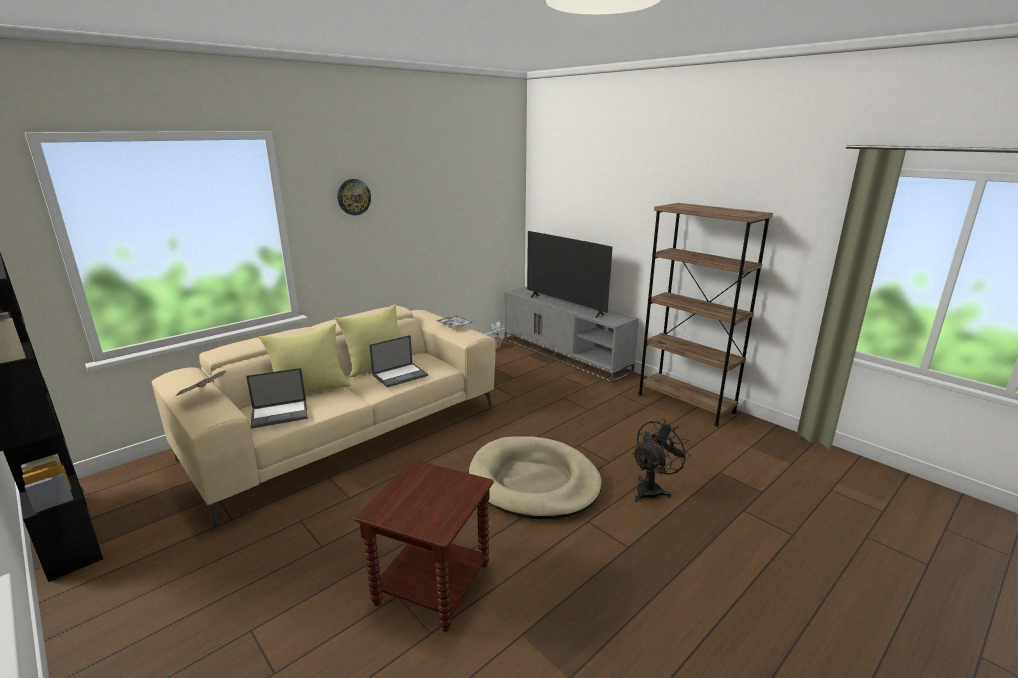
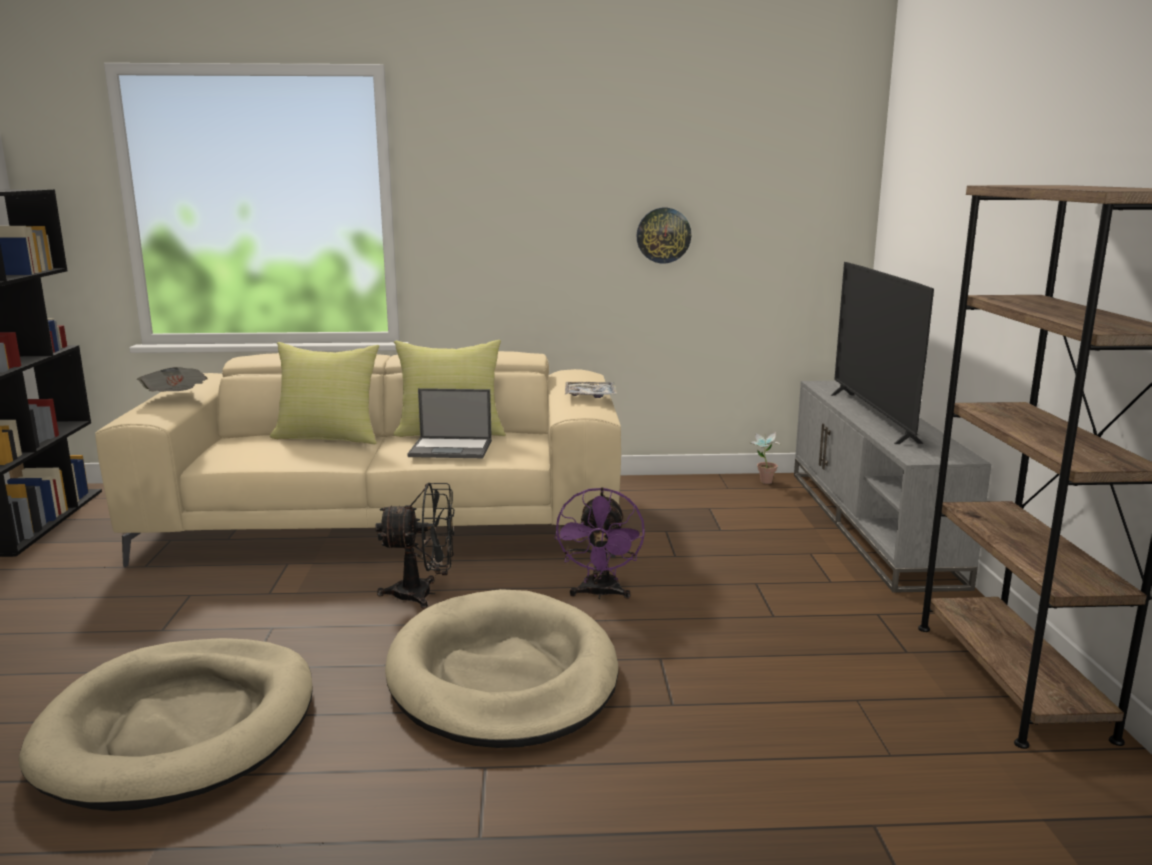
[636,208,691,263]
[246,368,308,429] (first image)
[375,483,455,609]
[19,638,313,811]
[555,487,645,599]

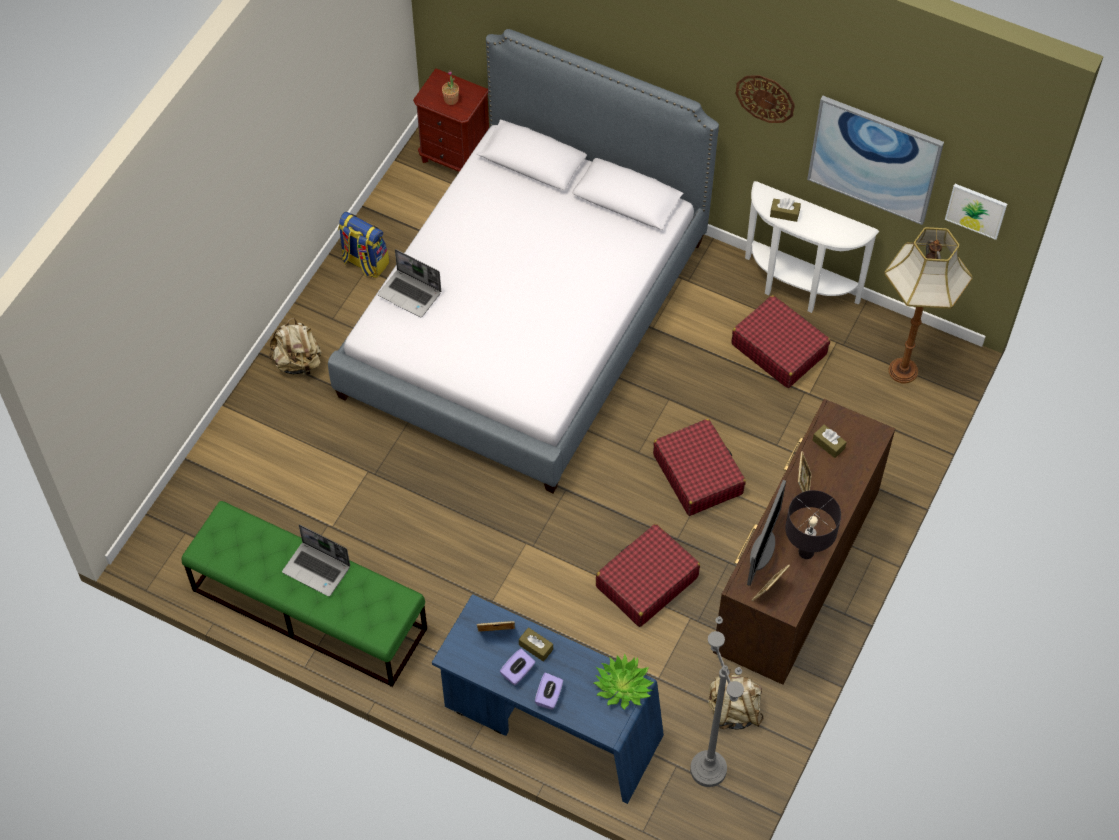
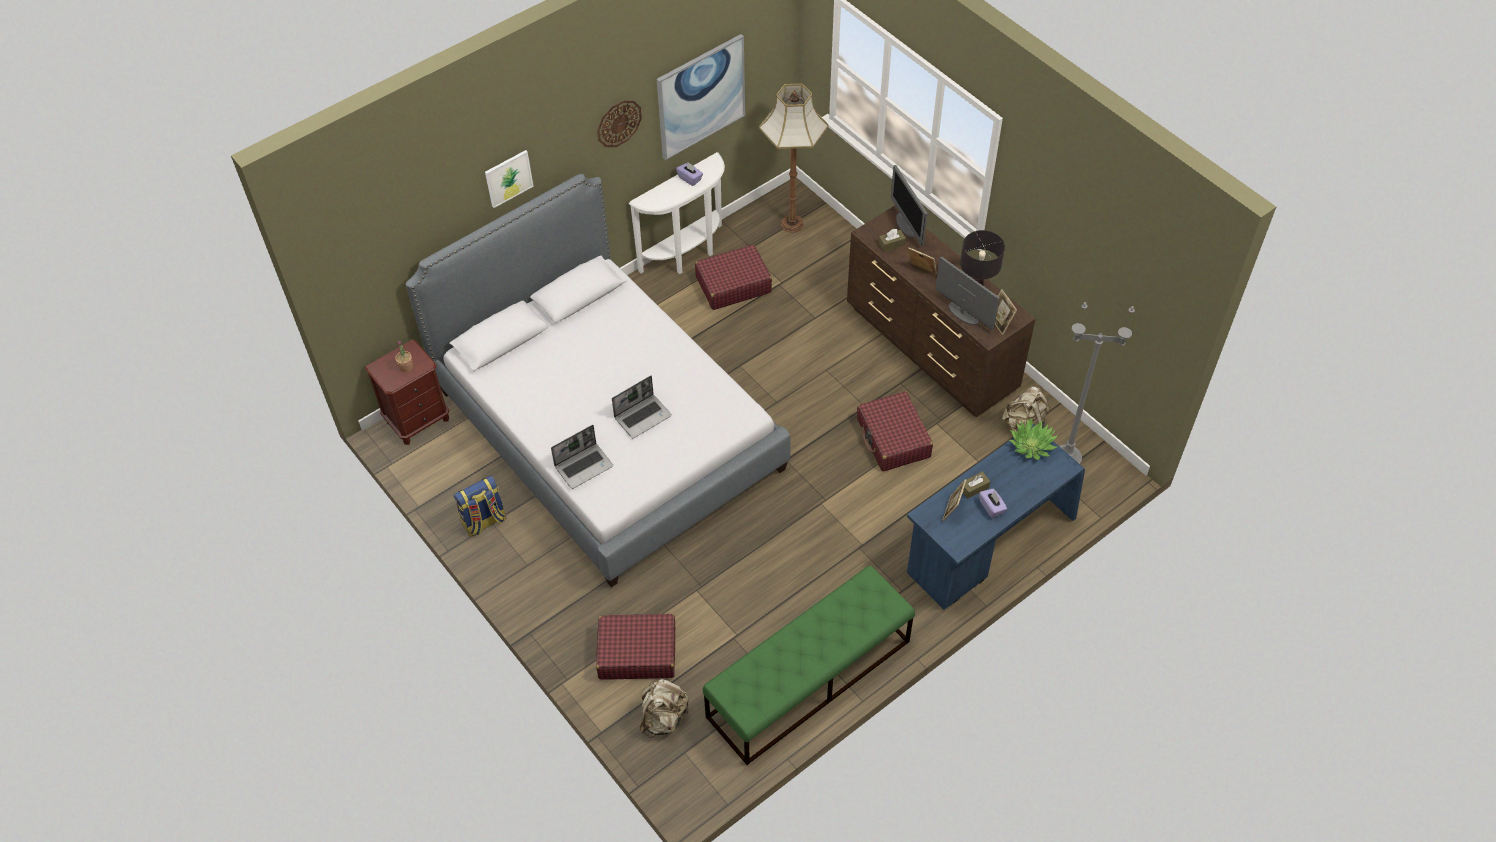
[485,150,534,208]
[770,198,801,222] (first image)
[640,679,689,738]
[596,614,675,680]
[612,376,672,438]
[676,162,703,186]
[891,165,928,246]

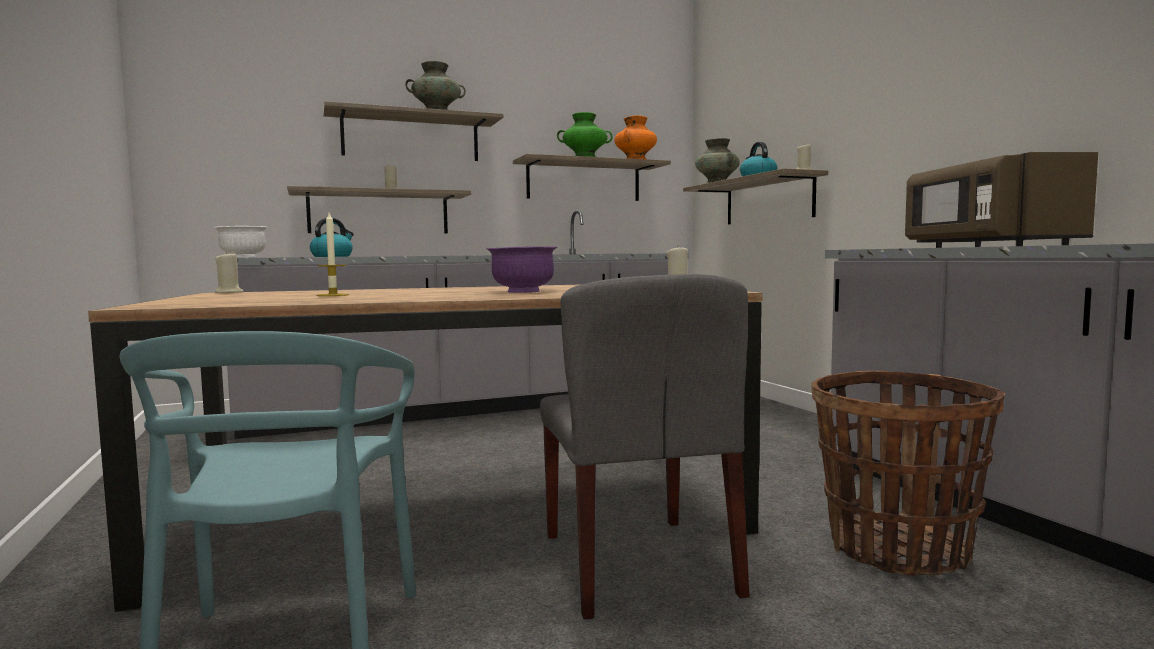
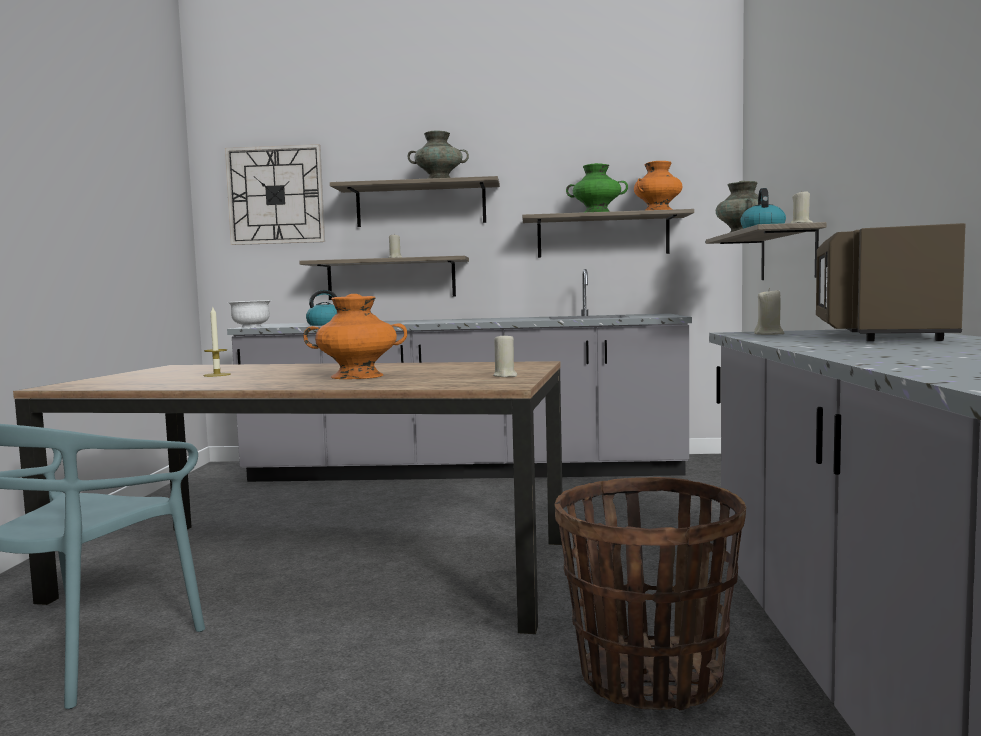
[303,294,407,379]
[754,288,784,335]
[540,274,749,620] (first image)
[225,144,325,245]

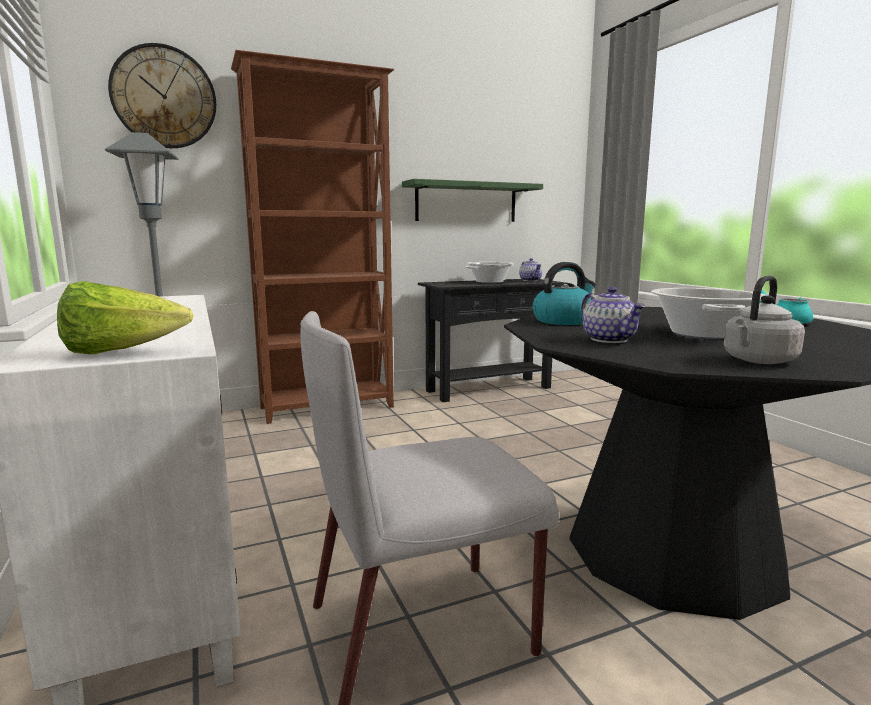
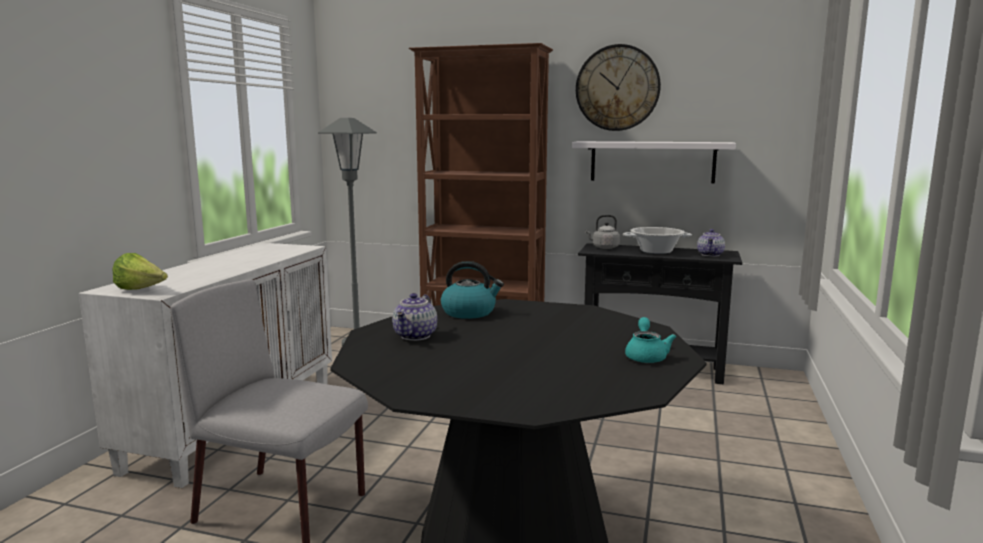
[576,44,661,131]
[572,141,736,183]
[585,215,620,249]
[651,288,768,339] (first image)

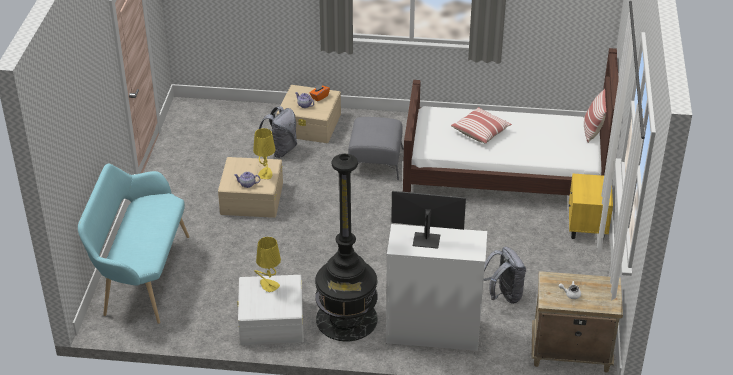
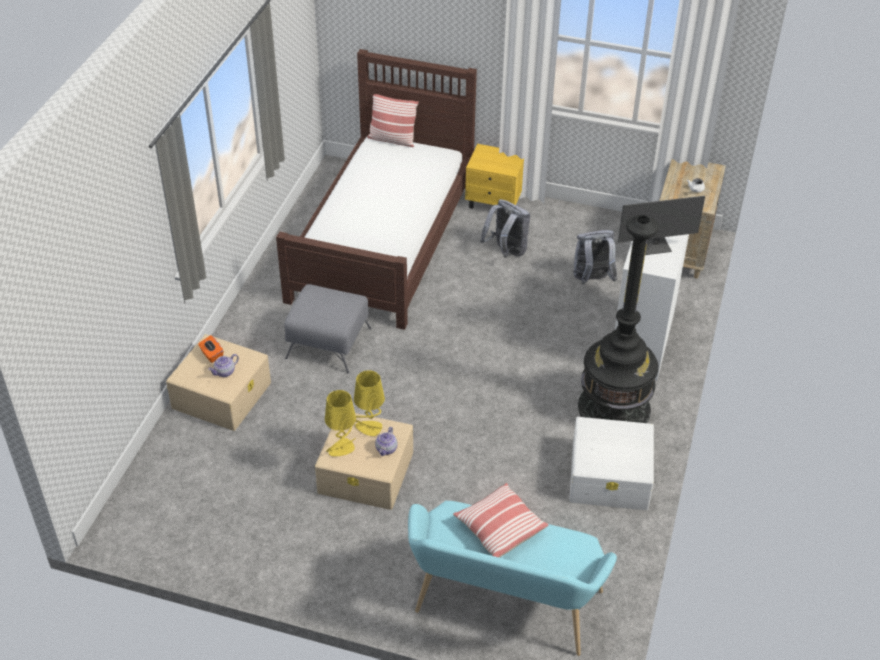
[480,199,530,257]
[453,483,548,558]
[618,196,705,255]
[325,390,356,456]

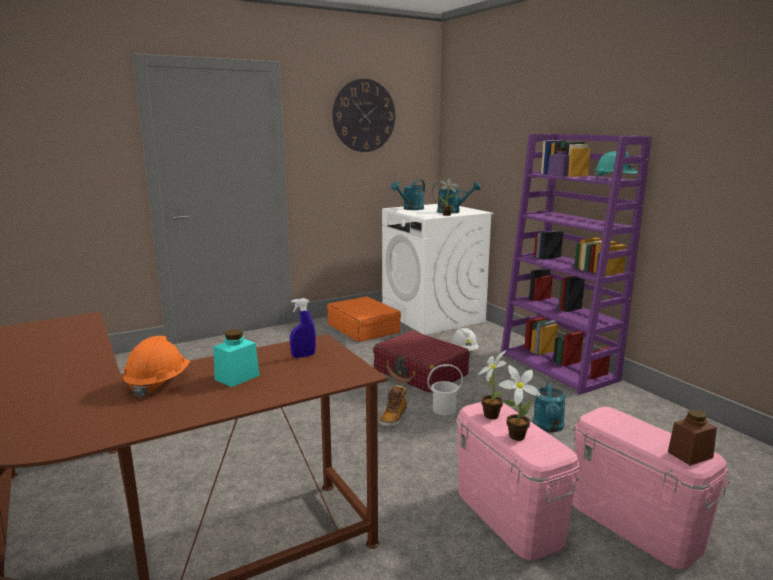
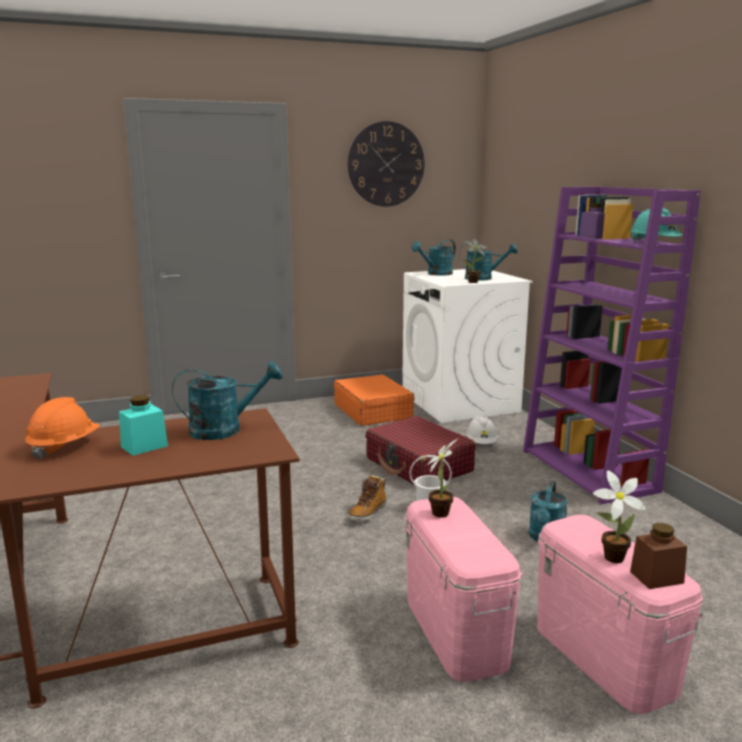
[172,361,283,440]
[592,470,646,563]

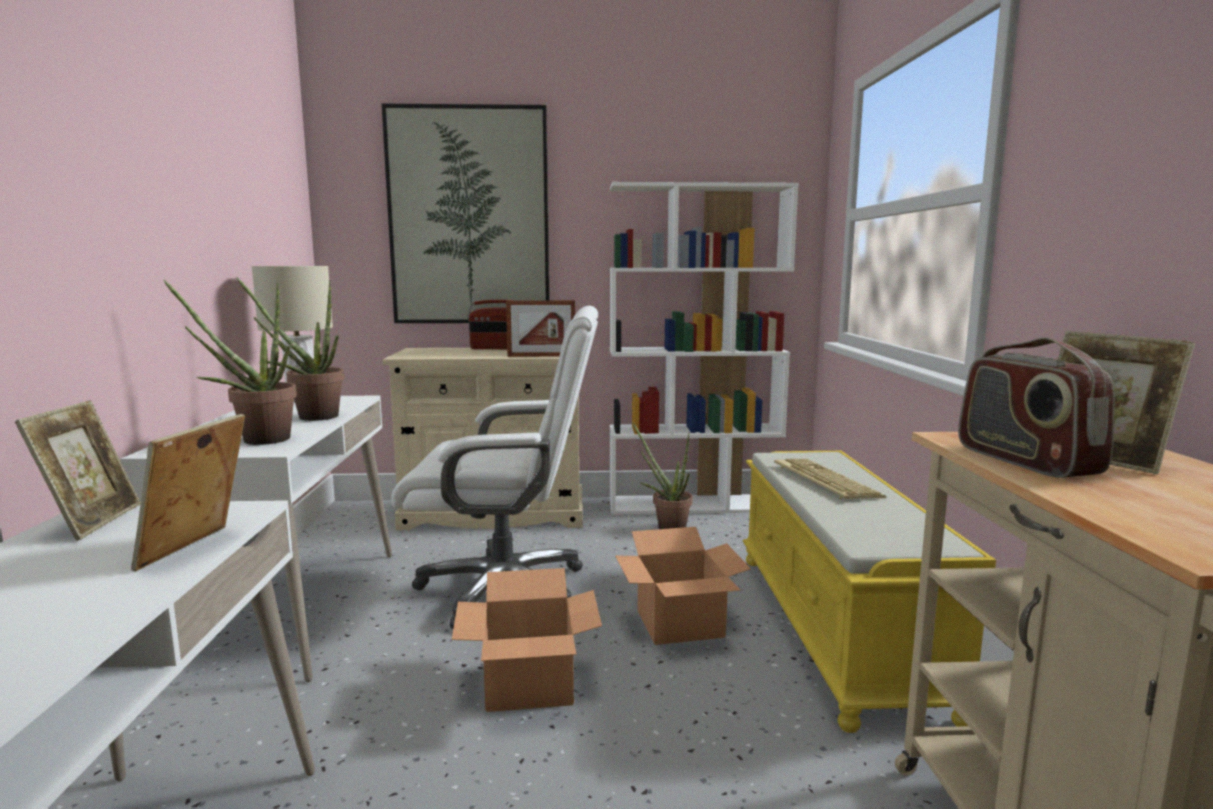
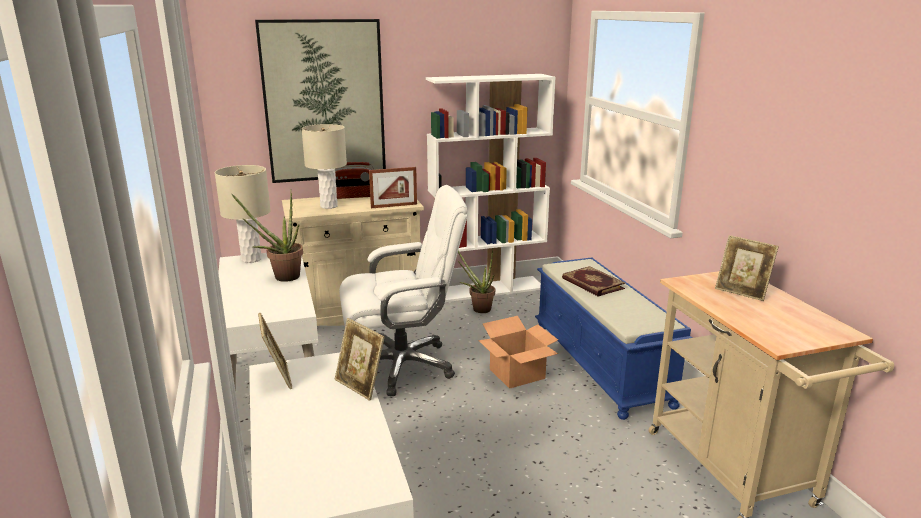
[163,280,297,445] (first image)
[958,338,1115,478] (first image)
[335,318,384,401]
[535,257,692,420]
[562,266,625,297]
[452,568,602,712] (first image)
[302,124,347,209]

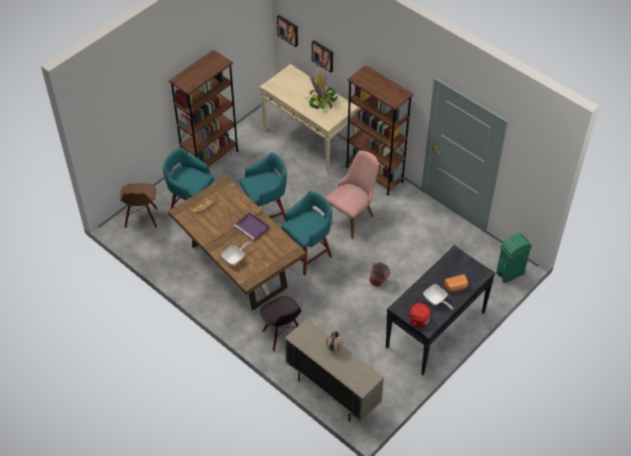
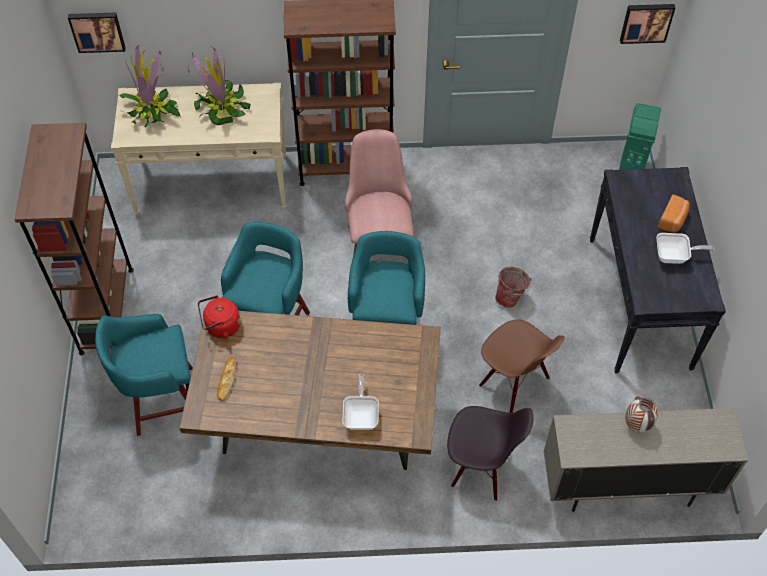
[620,4,675,44]
[479,319,565,413]
[234,212,269,241] (first image)
[198,295,241,339]
[119,45,180,127]

